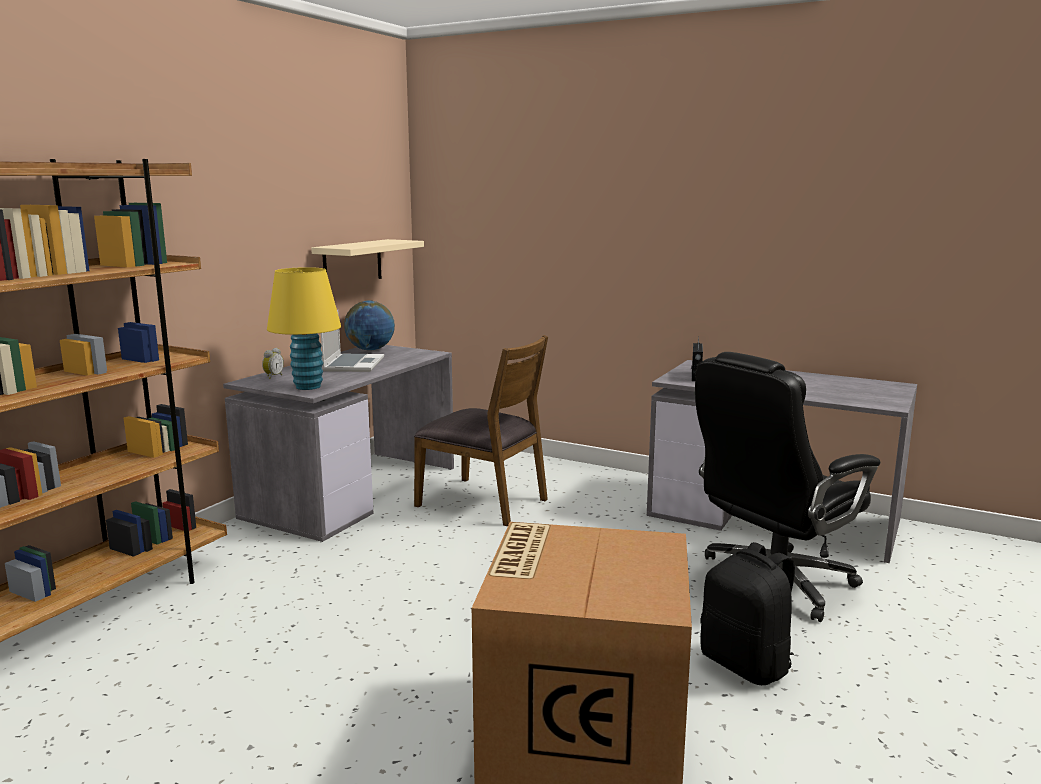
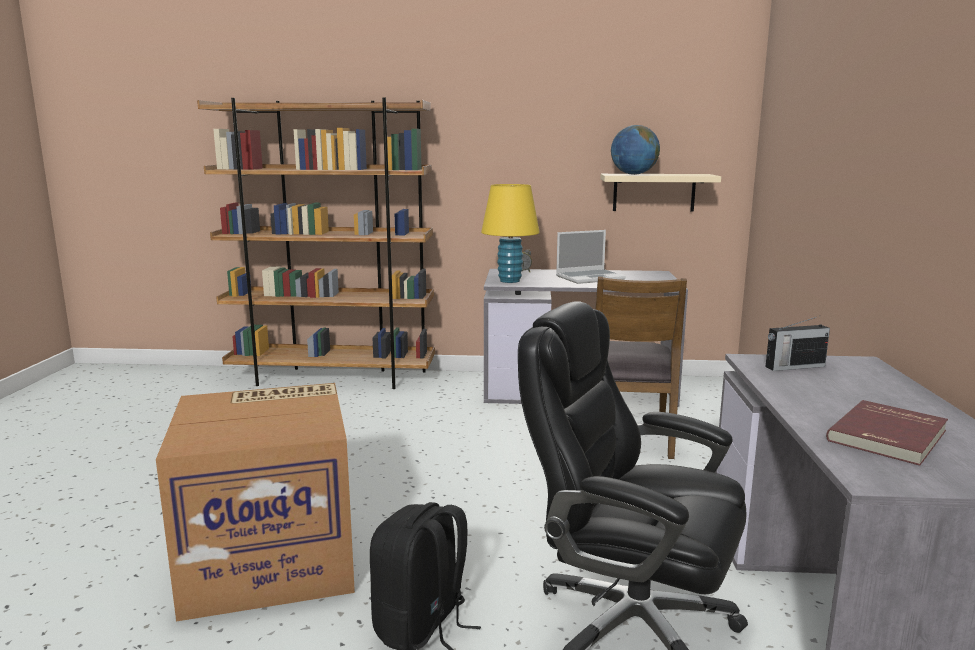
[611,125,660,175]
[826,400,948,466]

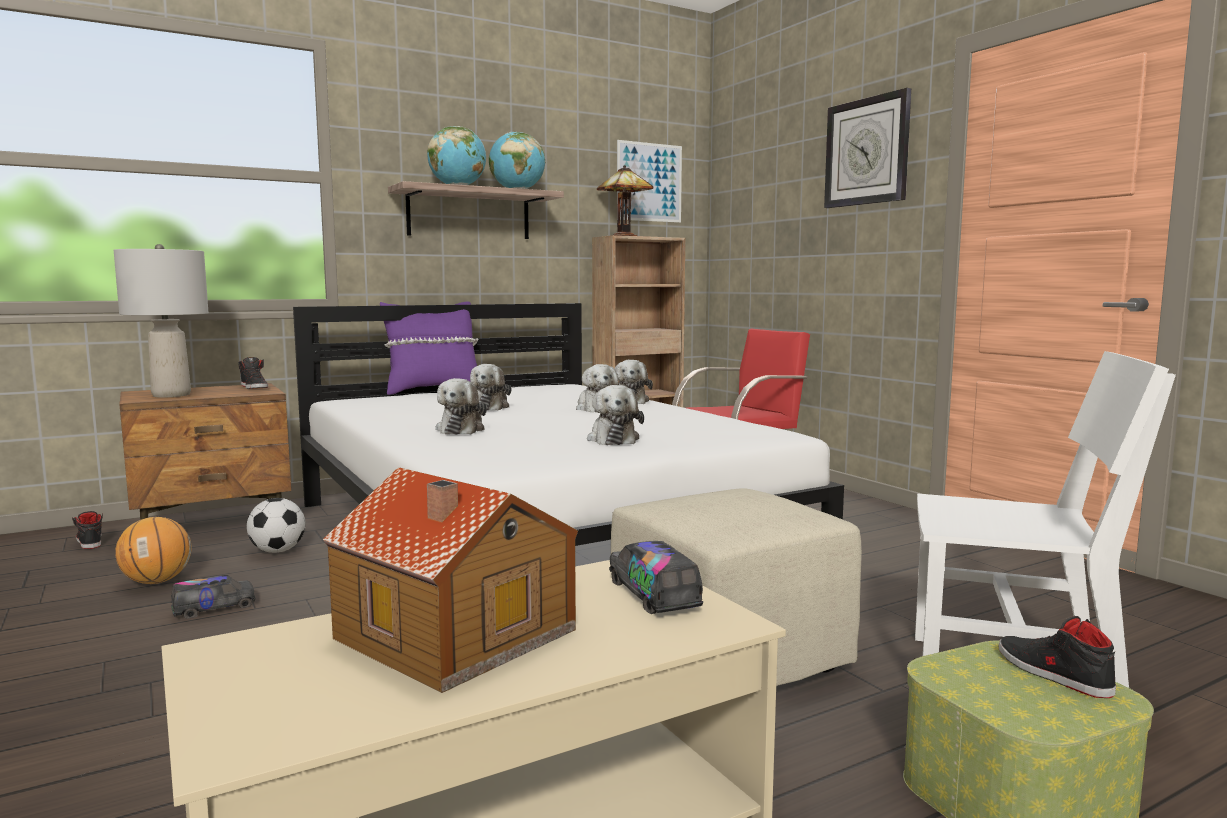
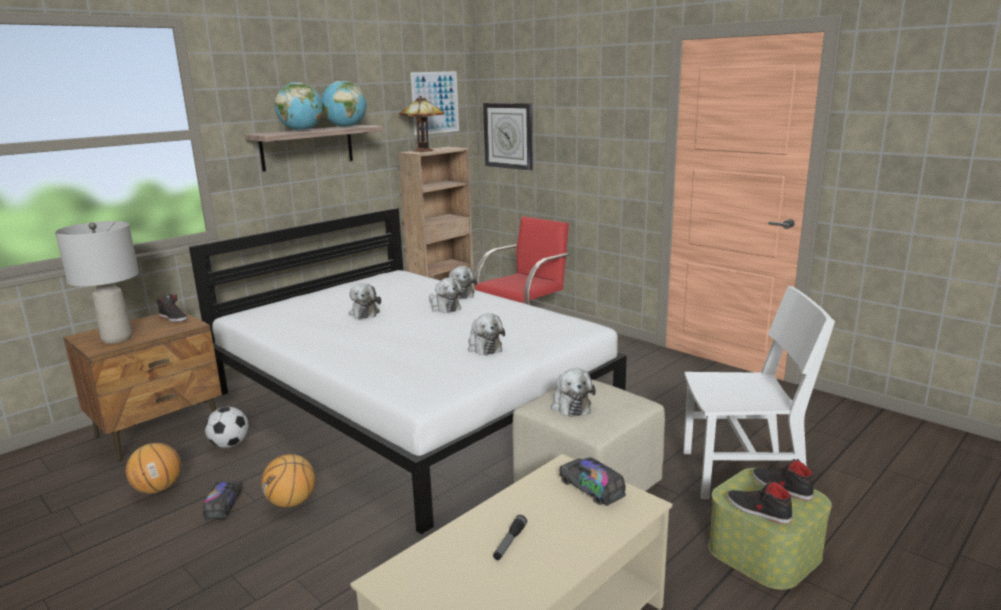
[483,103,533,170]
[380,301,478,395] (first image)
[551,368,596,417]
[493,515,527,560]
[727,480,792,524]
[203,481,243,520]
[261,454,315,508]

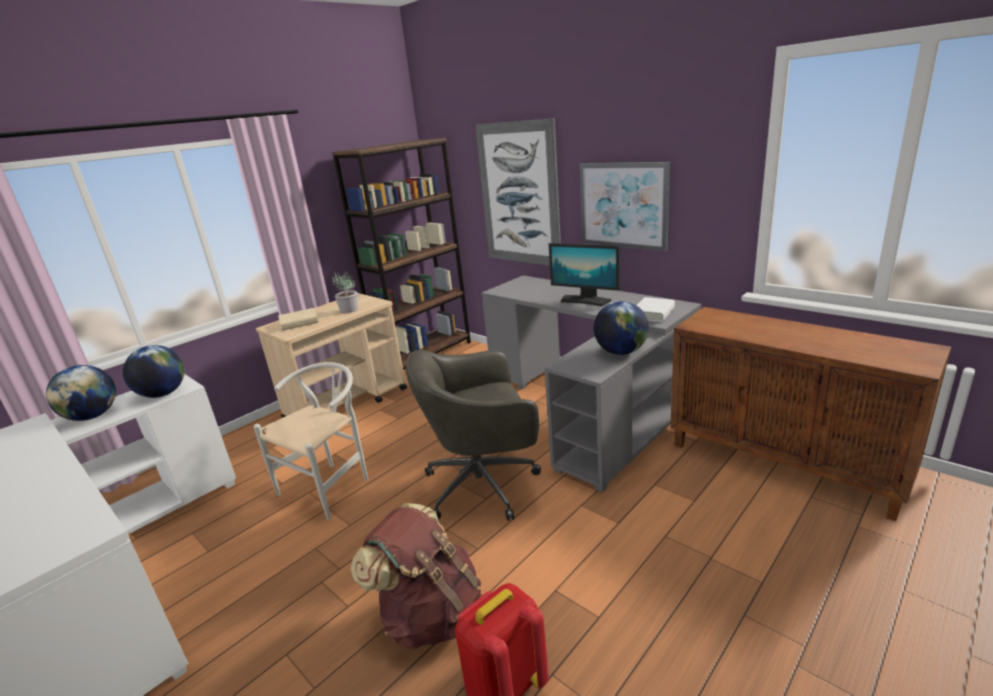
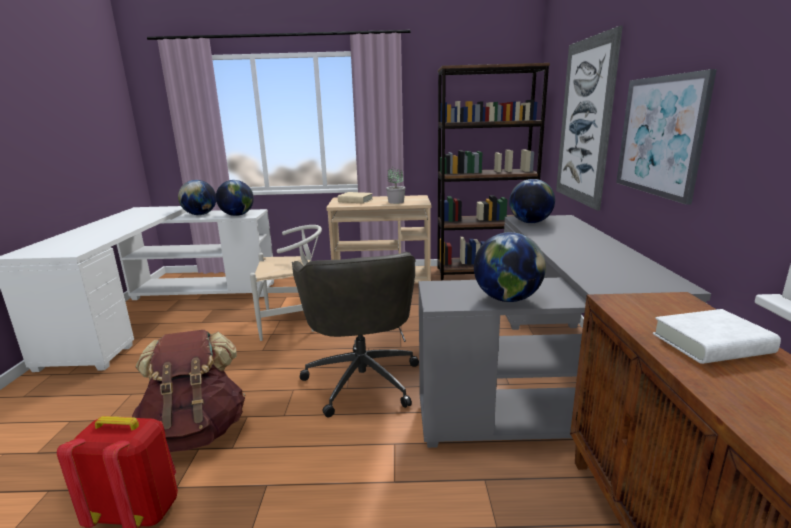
[549,243,620,306] (first image)
[653,309,781,364]
[292,252,419,417]
[509,179,555,223]

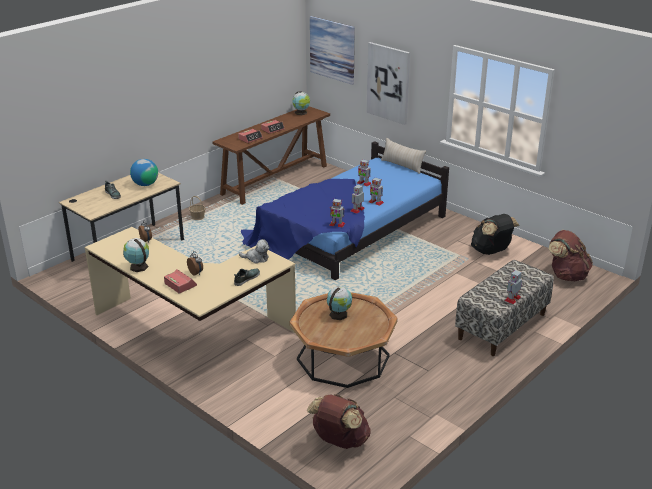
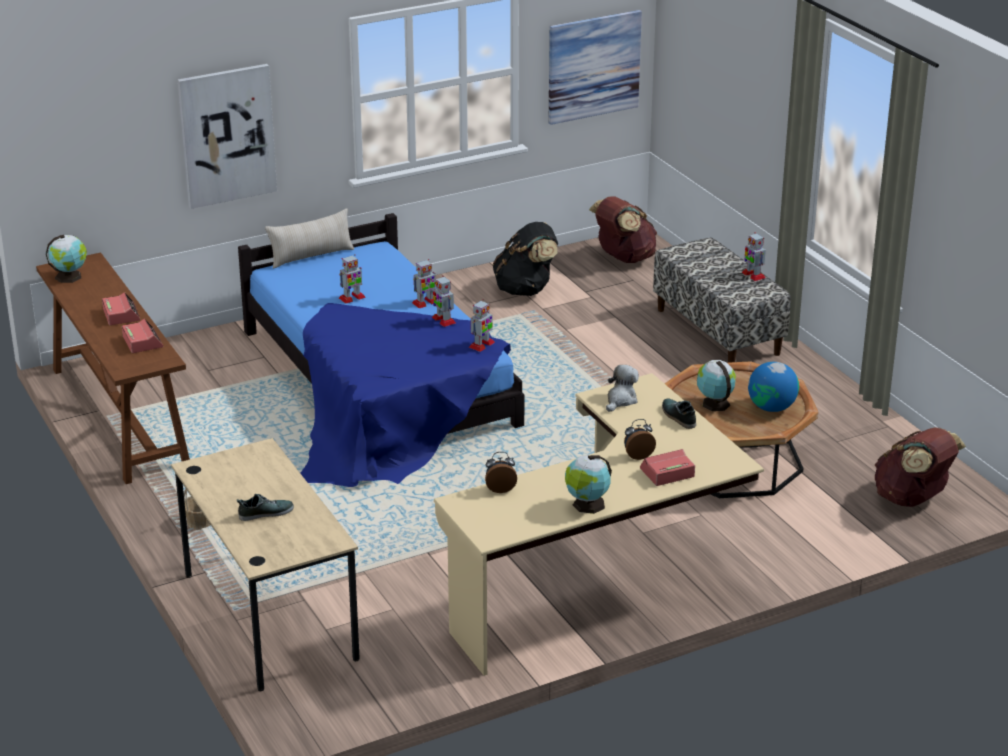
[548,10,642,125]
[748,362,799,412]

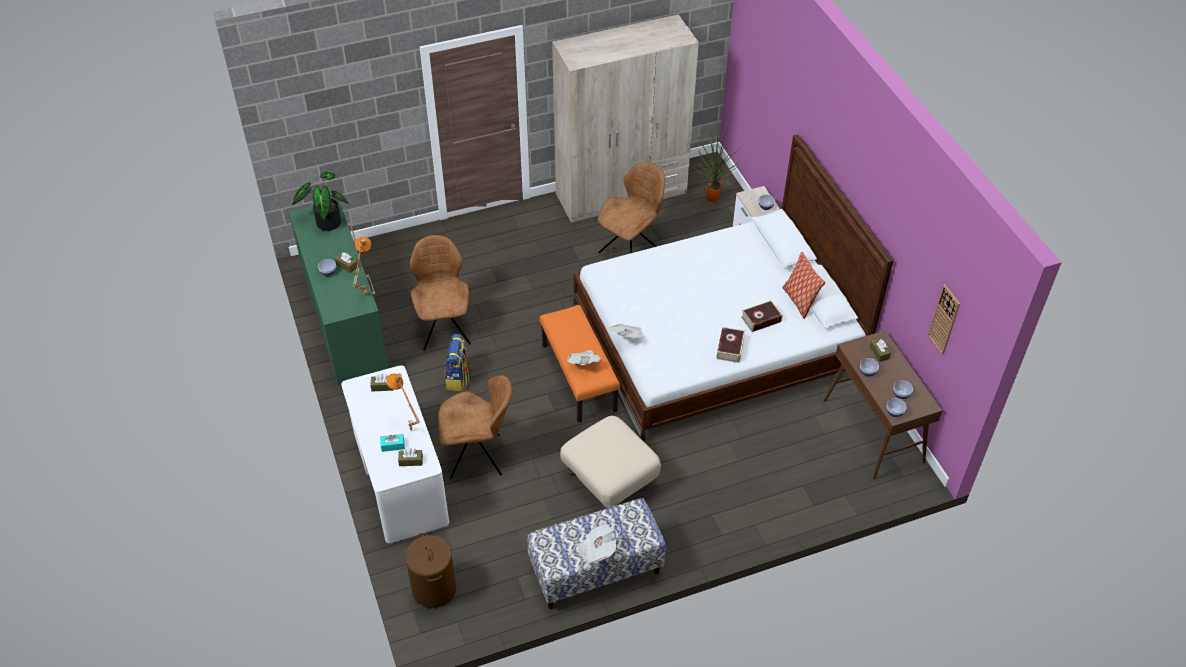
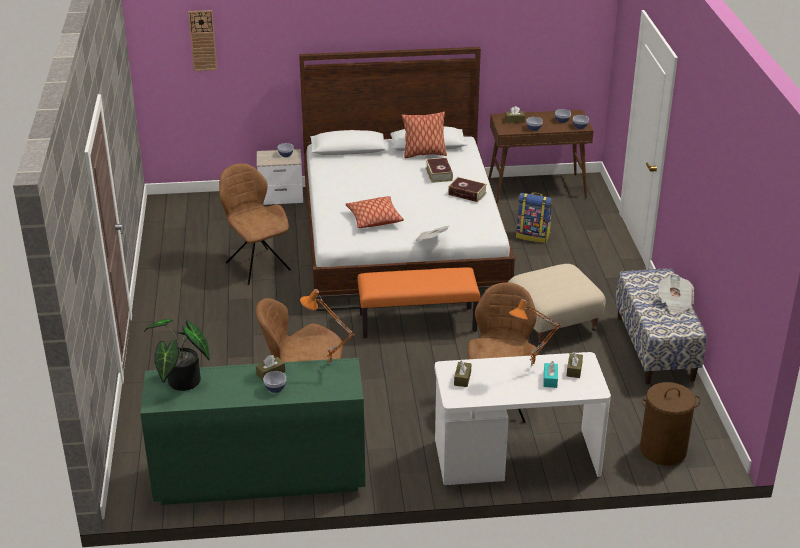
[552,14,699,223] (first image)
[695,125,741,203] (first image)
[188,10,217,71]
[516,193,552,243]
[567,350,602,365] (first image)
[346,196,404,228]

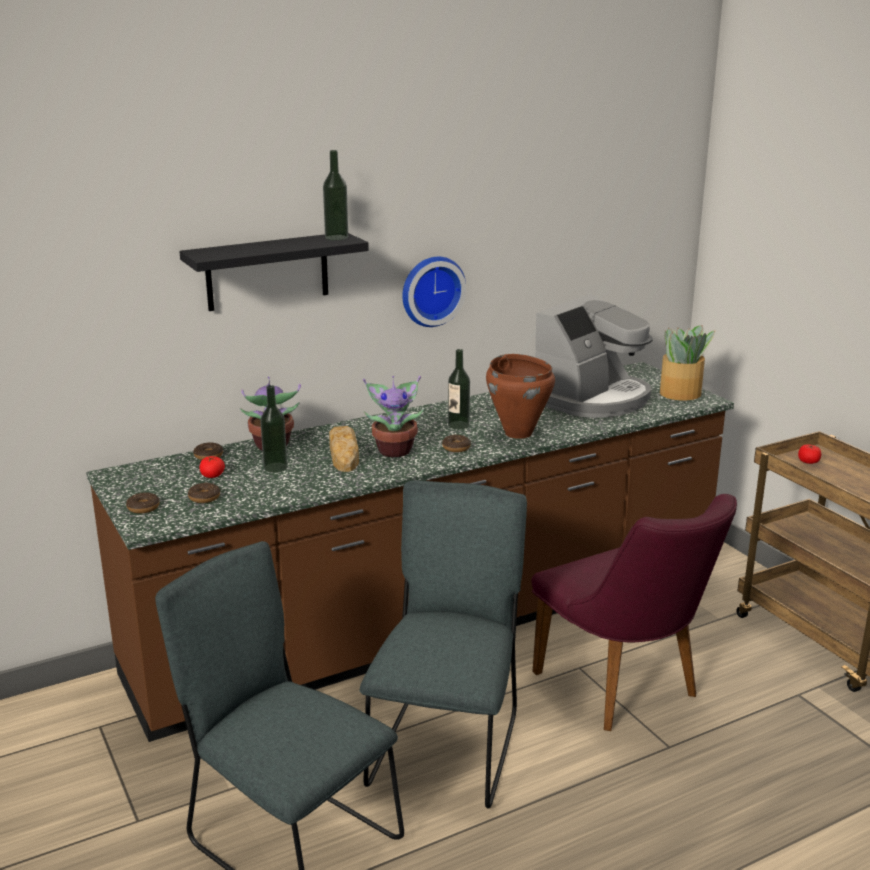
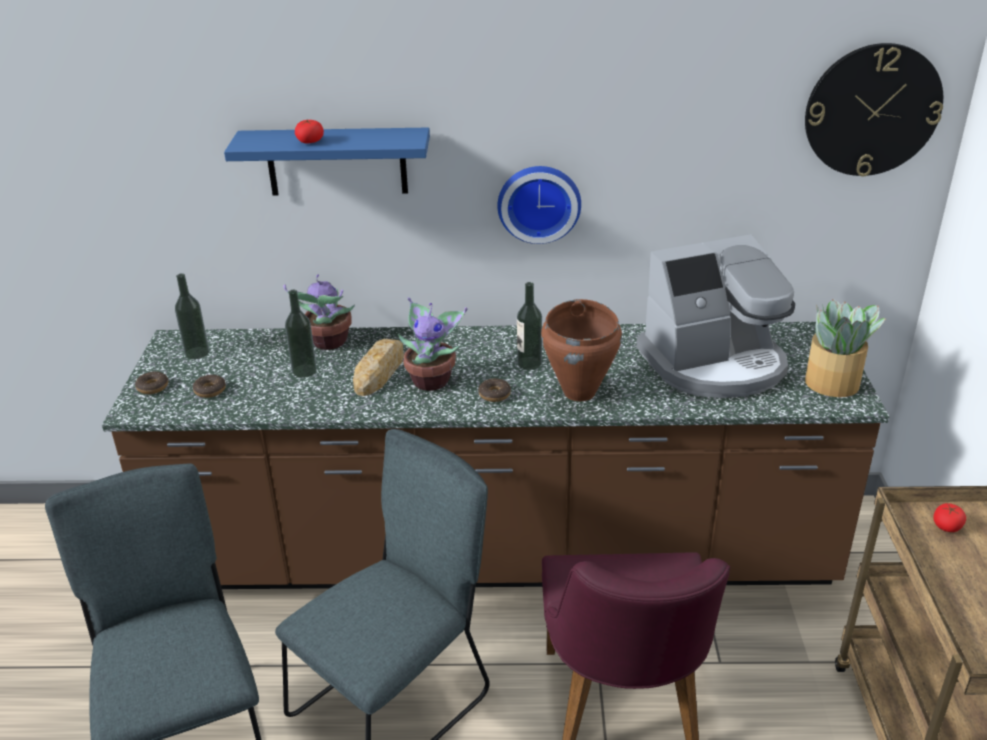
[175,273,209,359]
[224,127,430,196]
[193,442,223,460] (first image)
[295,120,324,144]
[805,43,943,177]

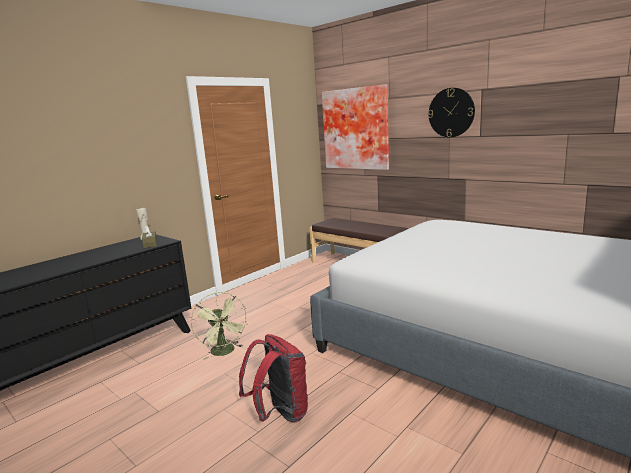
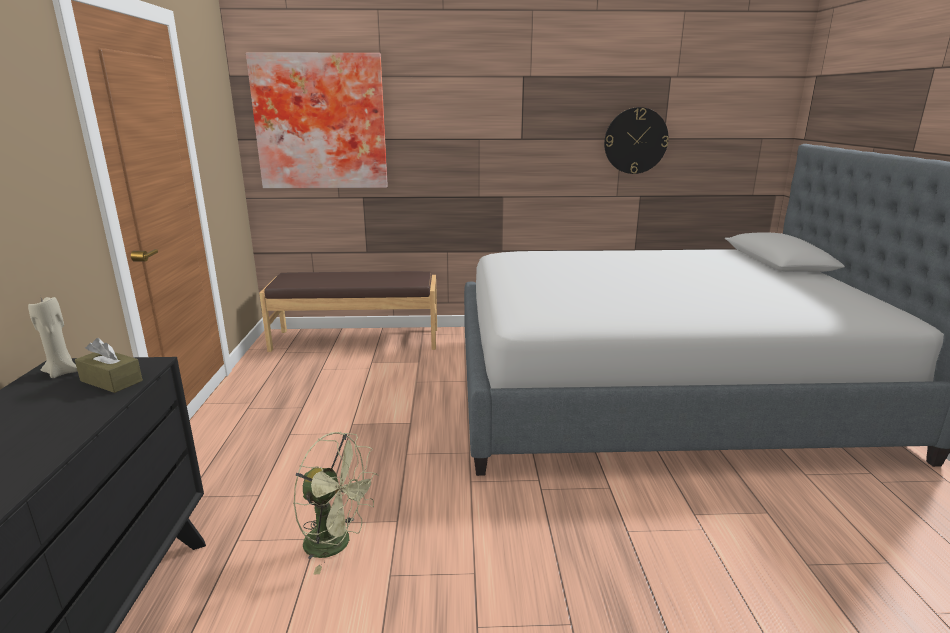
[604,107,669,174]
[239,334,308,423] (first image)

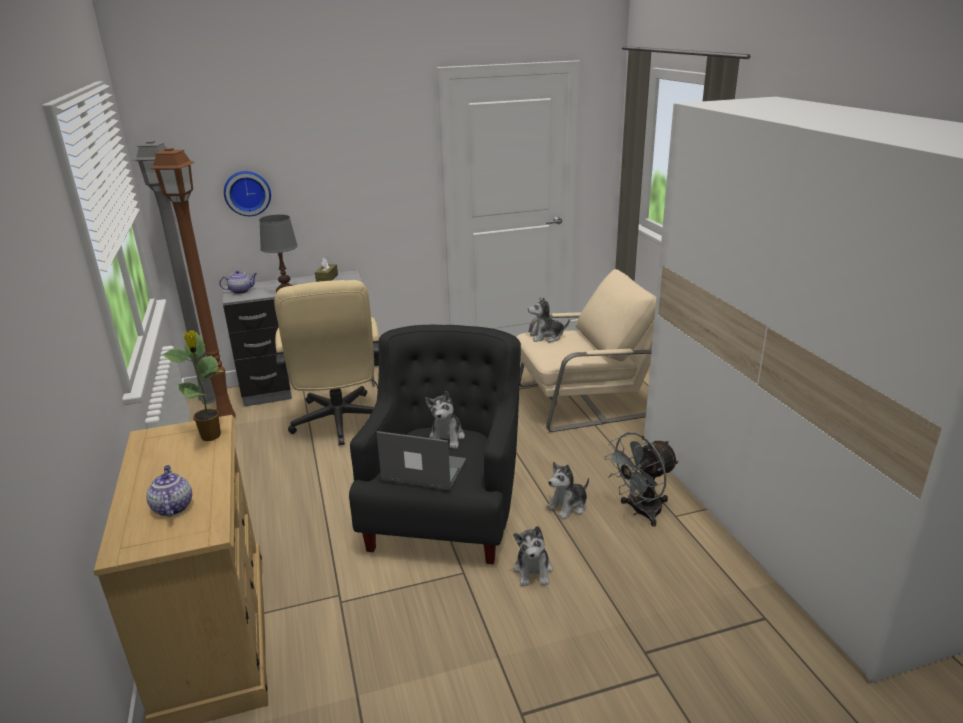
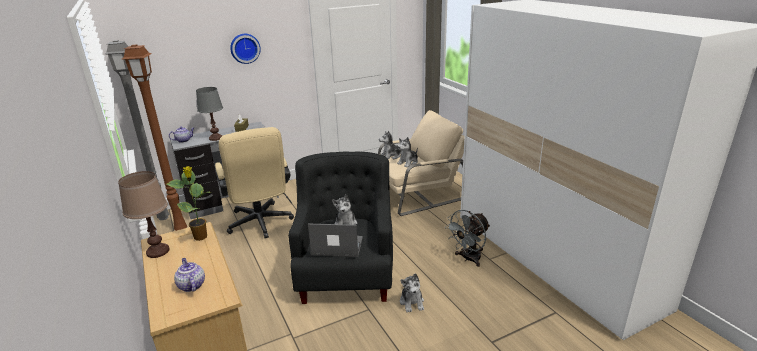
[230,34,261,64]
[397,137,418,167]
[118,171,170,258]

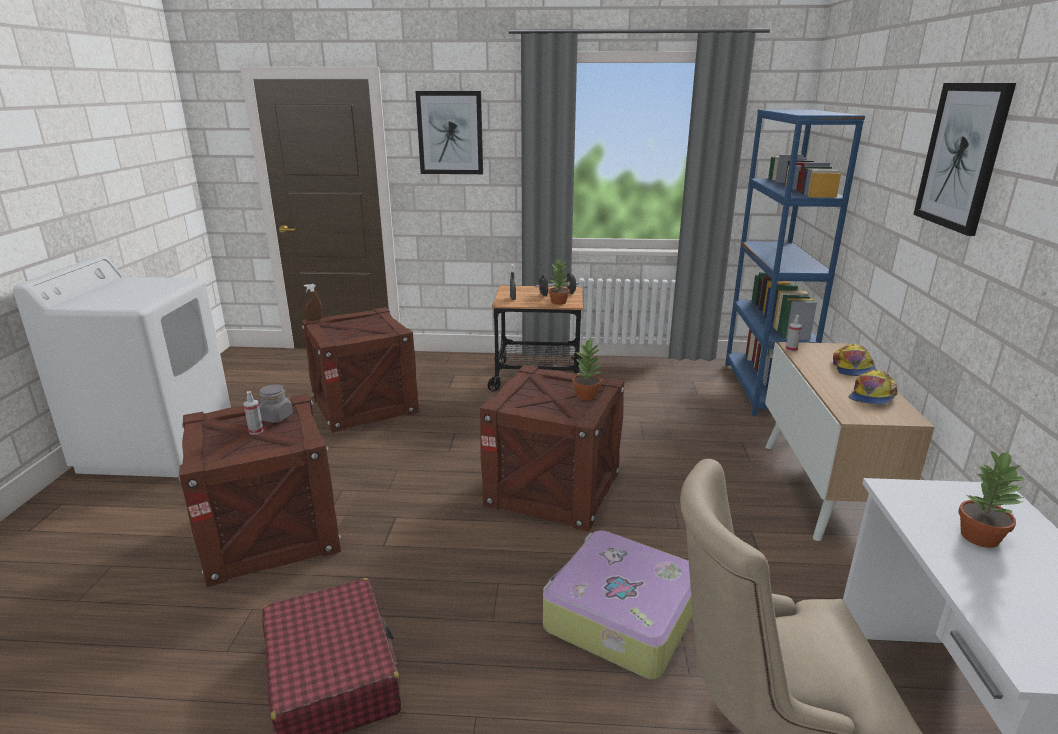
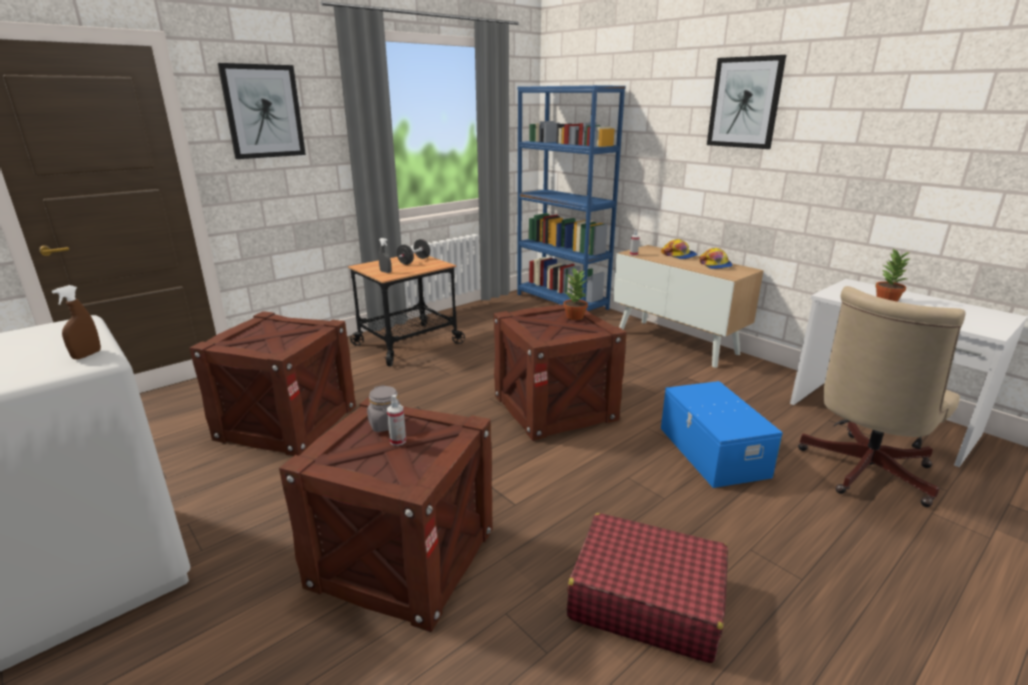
[548,259,570,305] (first image)
[52,285,101,360]
[661,381,783,488]

